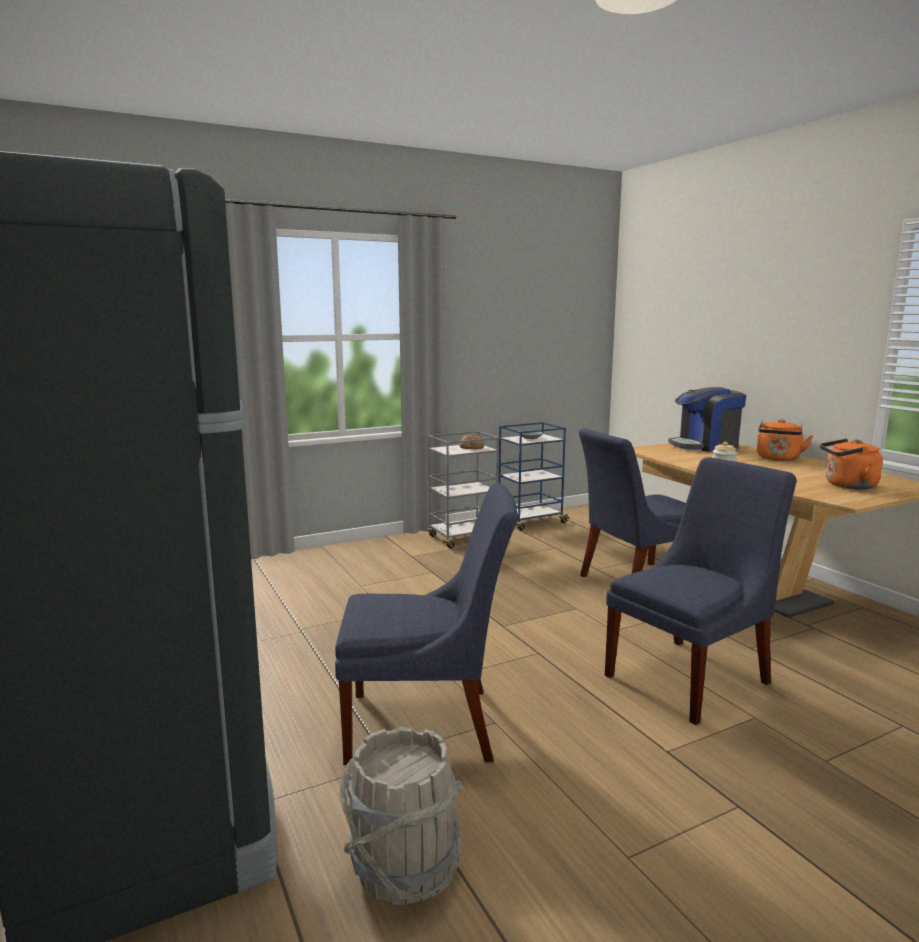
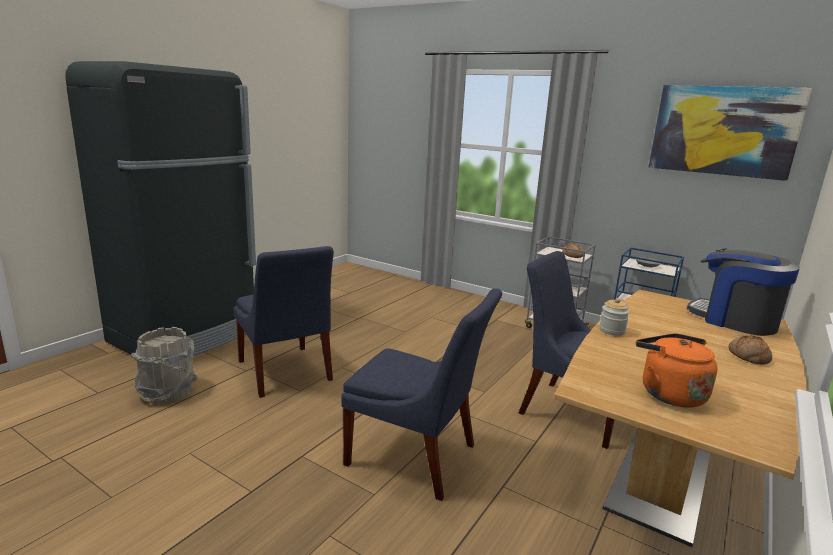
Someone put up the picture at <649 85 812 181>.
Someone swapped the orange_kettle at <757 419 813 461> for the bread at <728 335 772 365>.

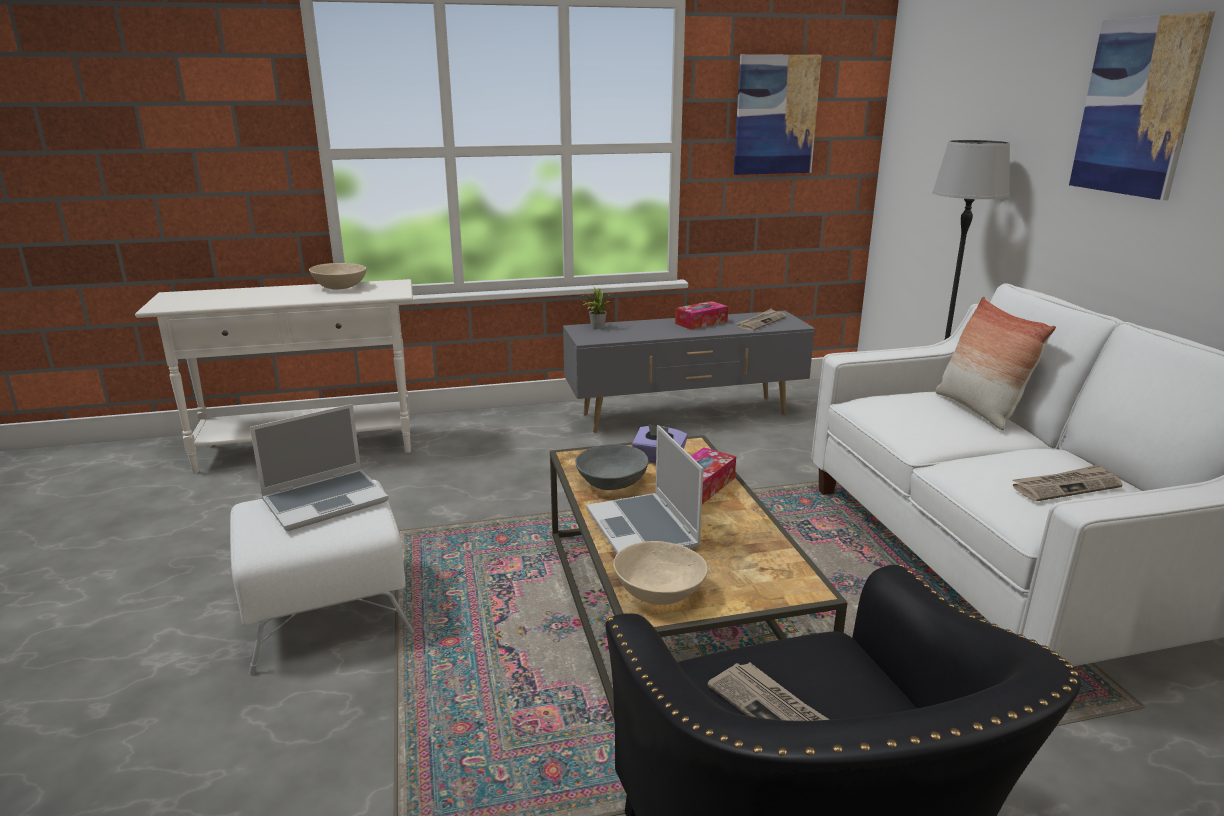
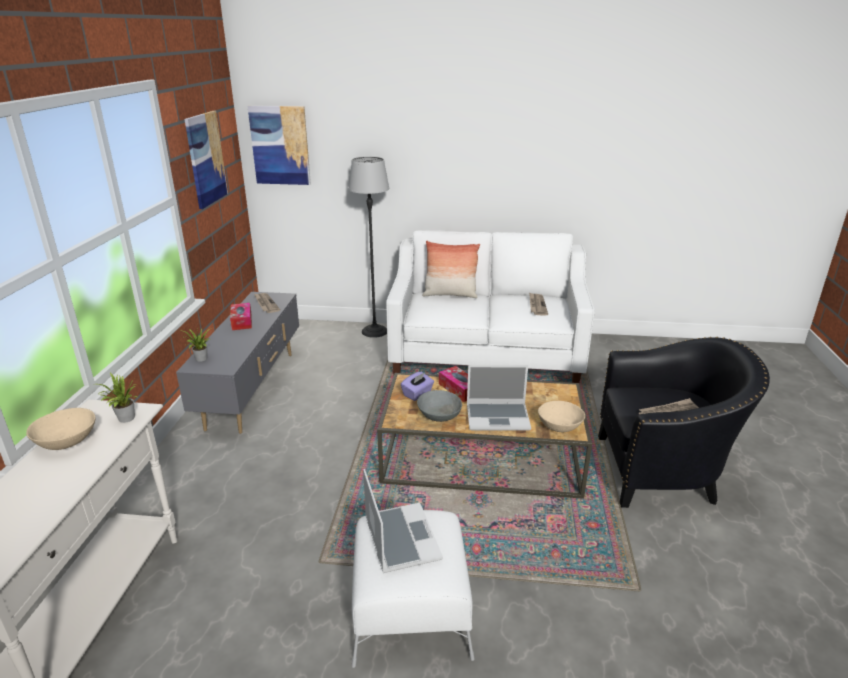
Someone put down the potted_plant at <98 373 138 423>.
Someone carried the picture from <1069 11 1215 200> to <248 106 311 185>.

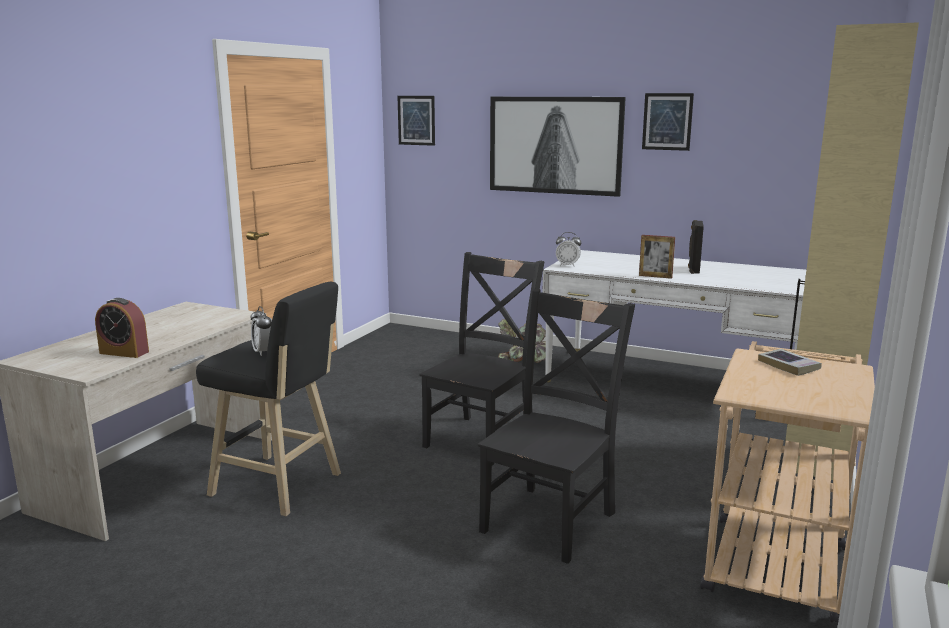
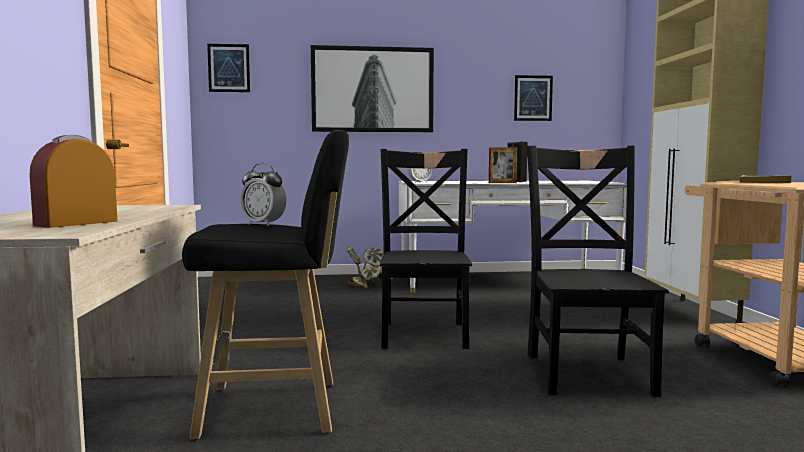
Someone rotated the alarm_clock at <95 298 149 358> by 135 degrees clockwise.
Someone carried the picture from <642 93 694 151> to <514 75 553 121>.

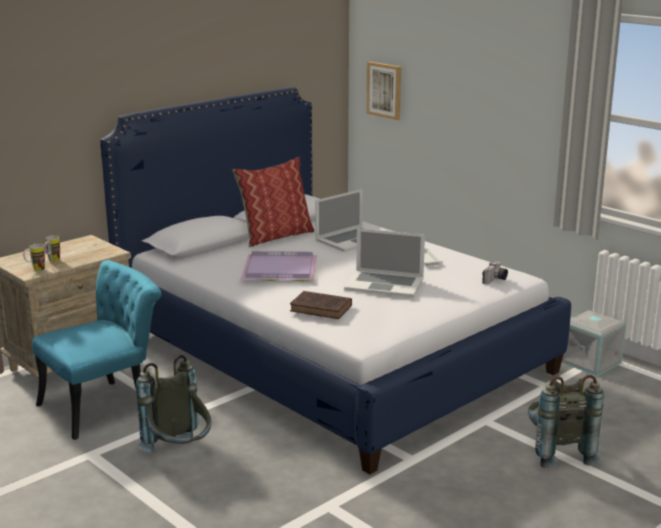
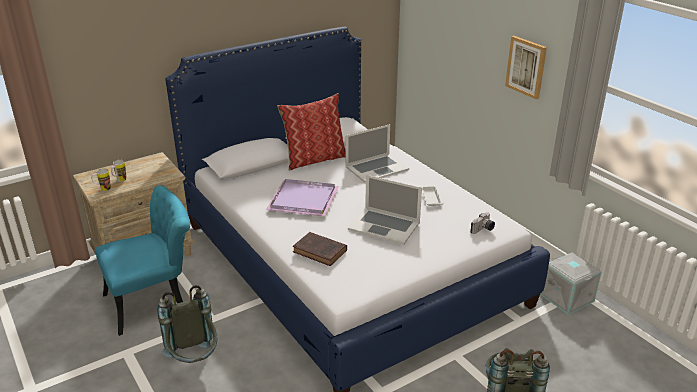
Someone carried the picture from <366 62 401 120> to <505 36 547 99>.

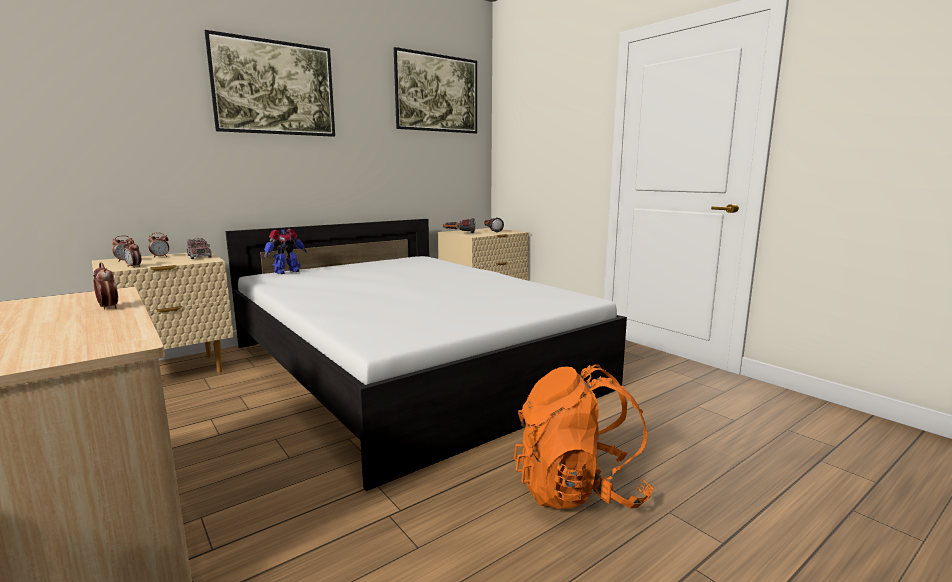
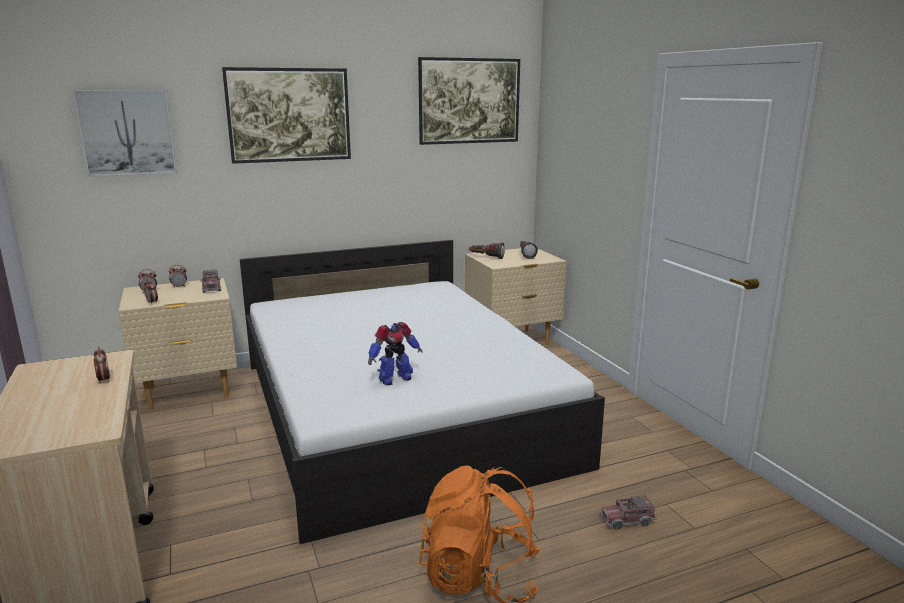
Someone put up the picture at <73 90 177 177>.
Someone carried the toy_robot from <264 229 307 274> to <368 322 423 385>.
Someone put down the toy_truck at <600 495 657 530>.

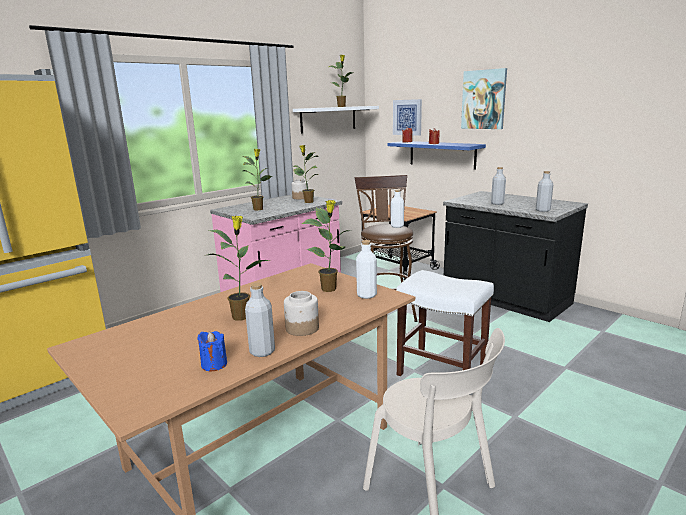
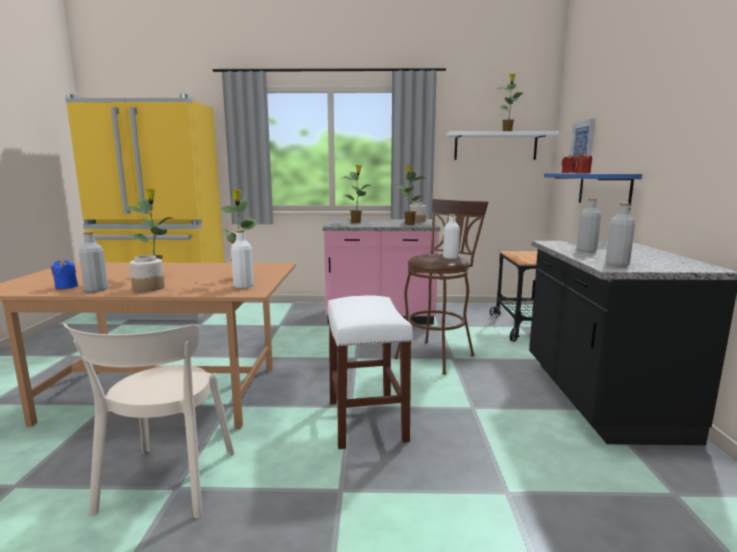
Someone took away the picture at <461 68 507 129>.

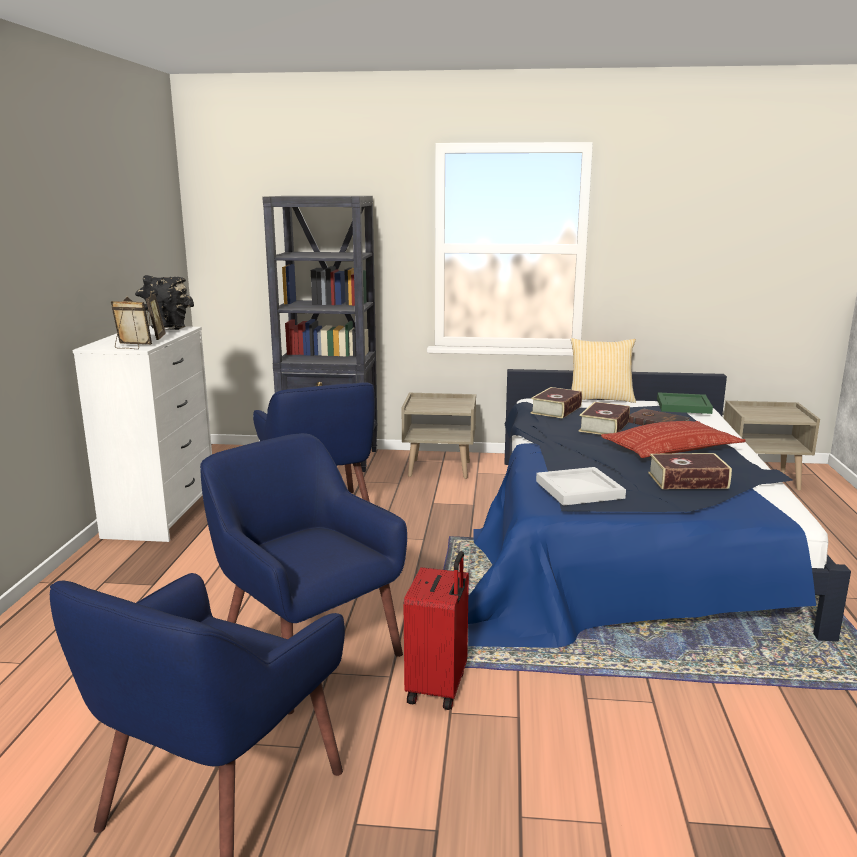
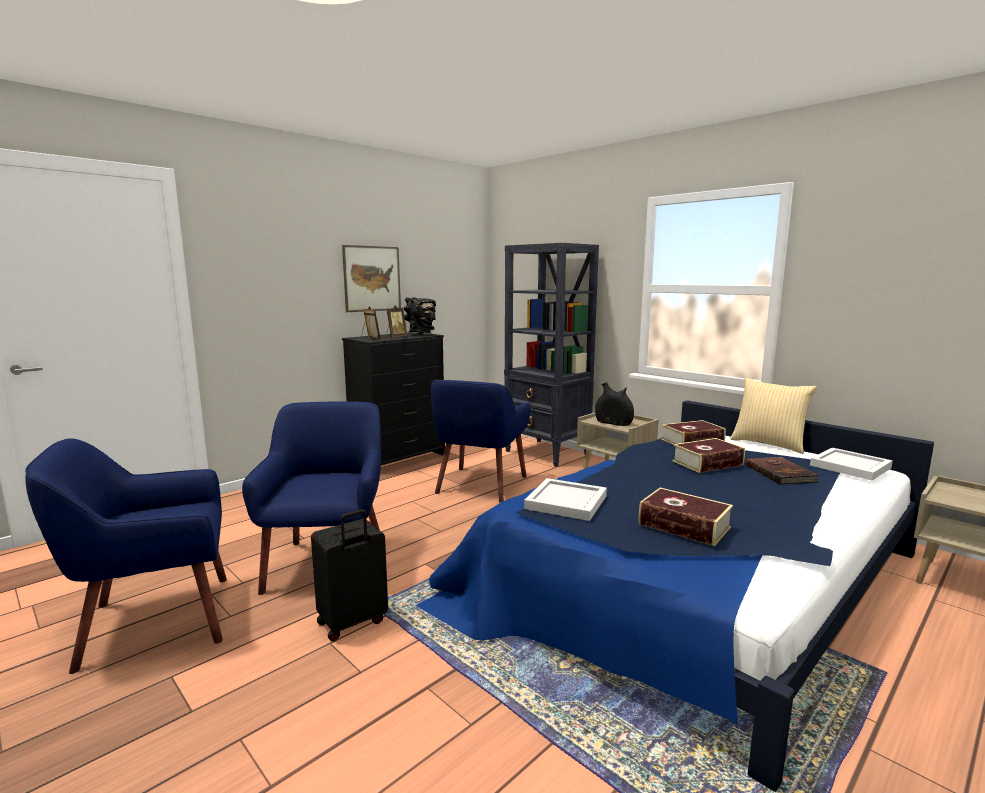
Someone repainted the red_suitcase at <403 551 469 710>, which became the black_suitcase at <311 509 388 641>.
Someone put up the picture at <342 245 401 312>.
Someone repainted the white_dresser at <73 326 212 542>, which became the black_dresser at <342 332 445 465>.
Someone put down the black_vase at <595 382 634 426>.
Someone repainted the green_tray at <657 392 713 414>, which became the white_tray at <810 448 893 481>.
Someone took away the pillow at <601 421 745 458>.

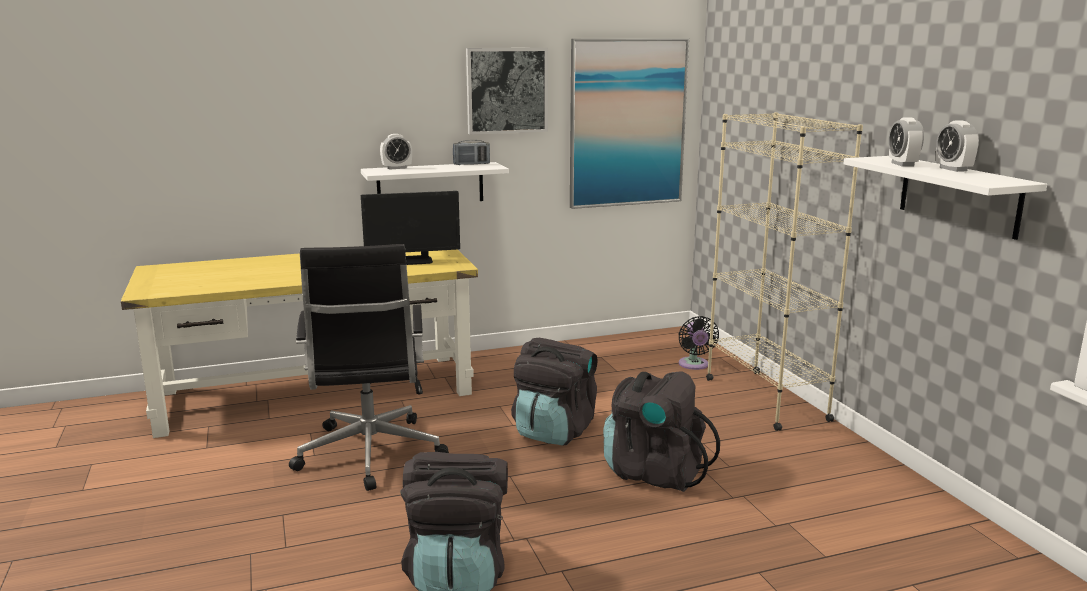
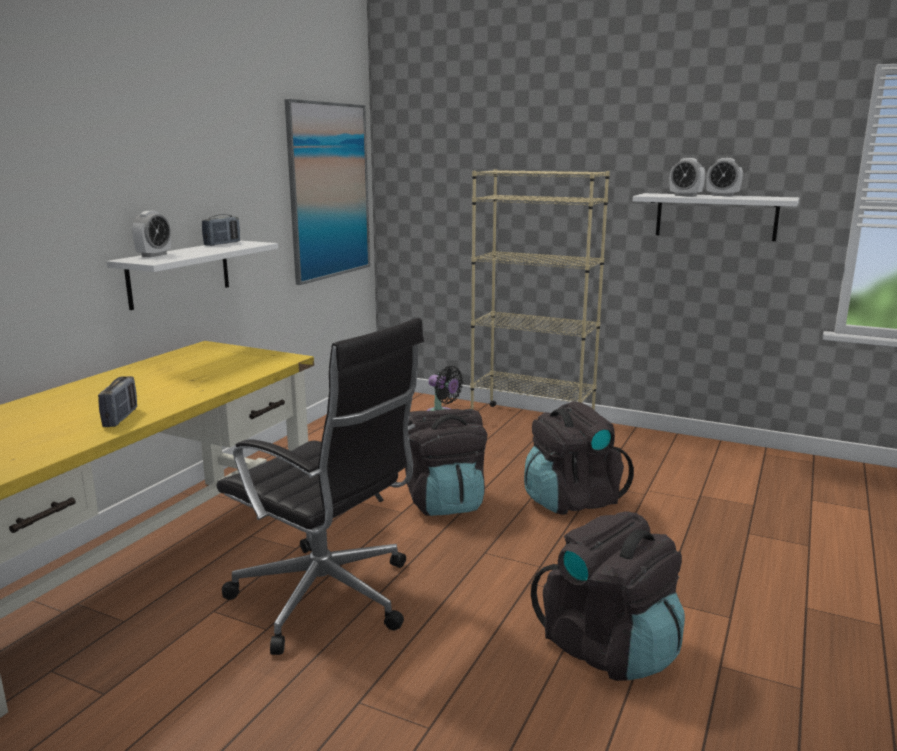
Someone put down the radio at <98 376 137 427>.
Someone took away the monitor at <361 191 460 265>.
Someone took away the picture at <466 48 548 135>.

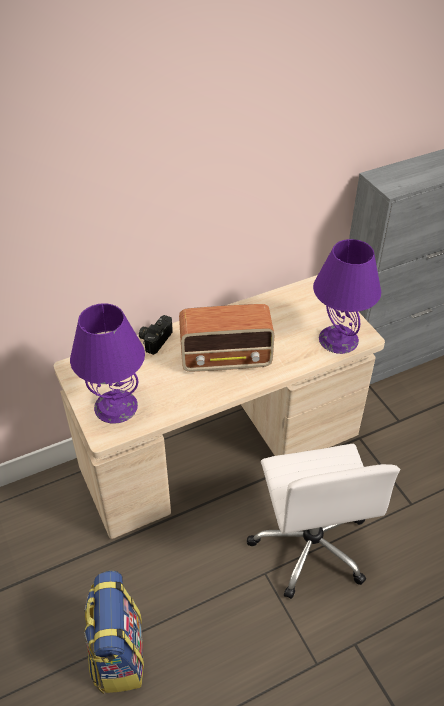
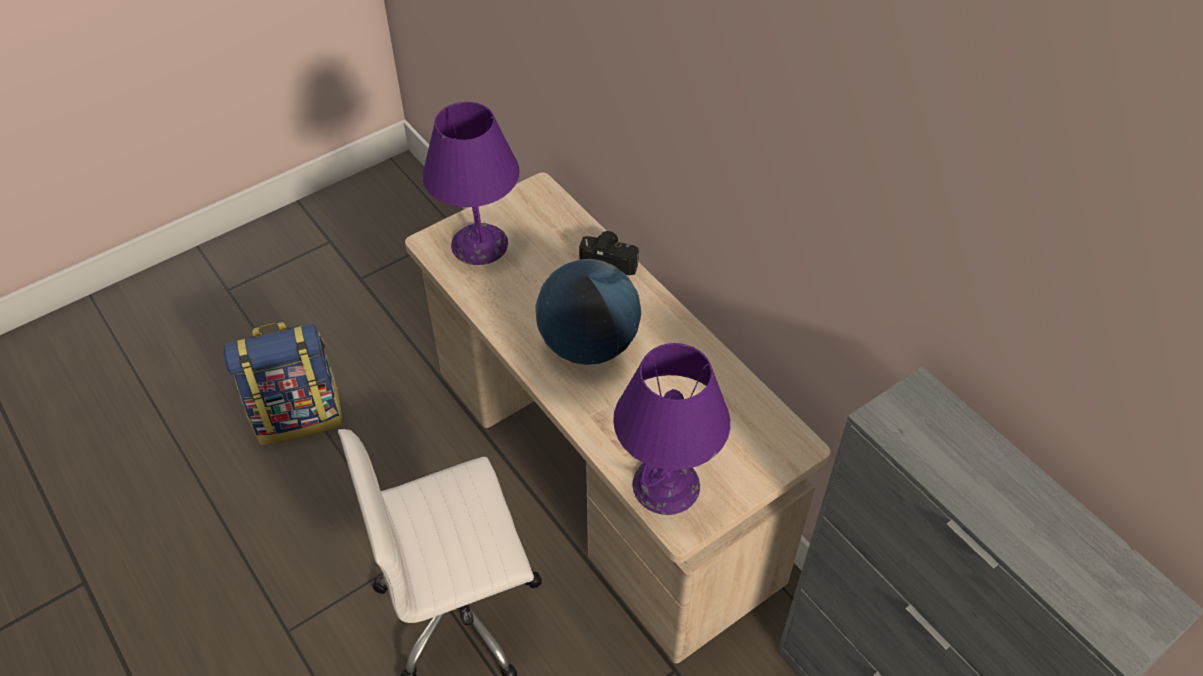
Someone swapped the radio at <179 304 275 372> for the globe at <535 259 641 365>.

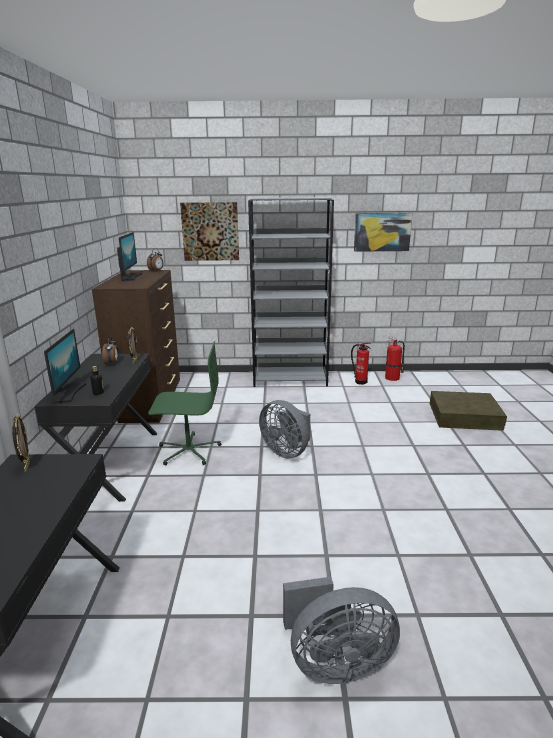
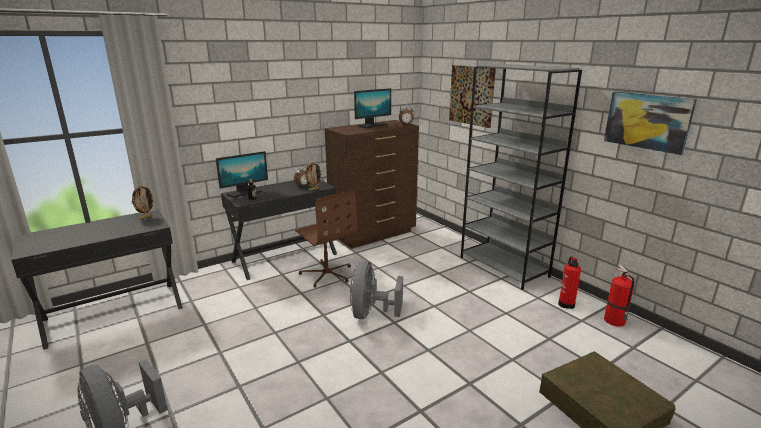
Someone repainted the green_office_chair at <148 341 221 466>, which became the brown_office_chair at <295 191 357 288>.

